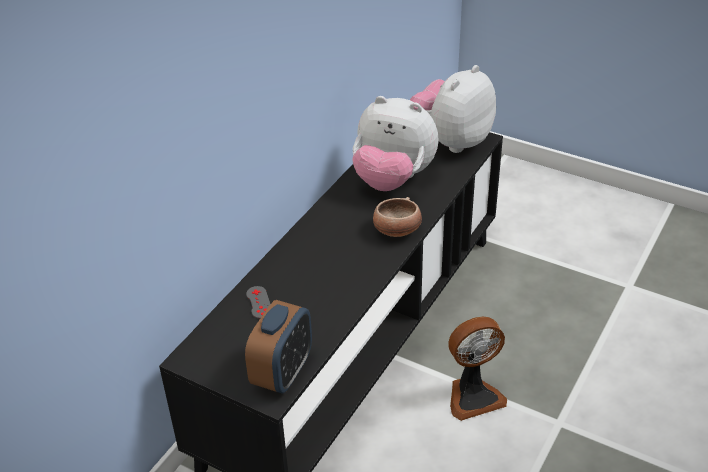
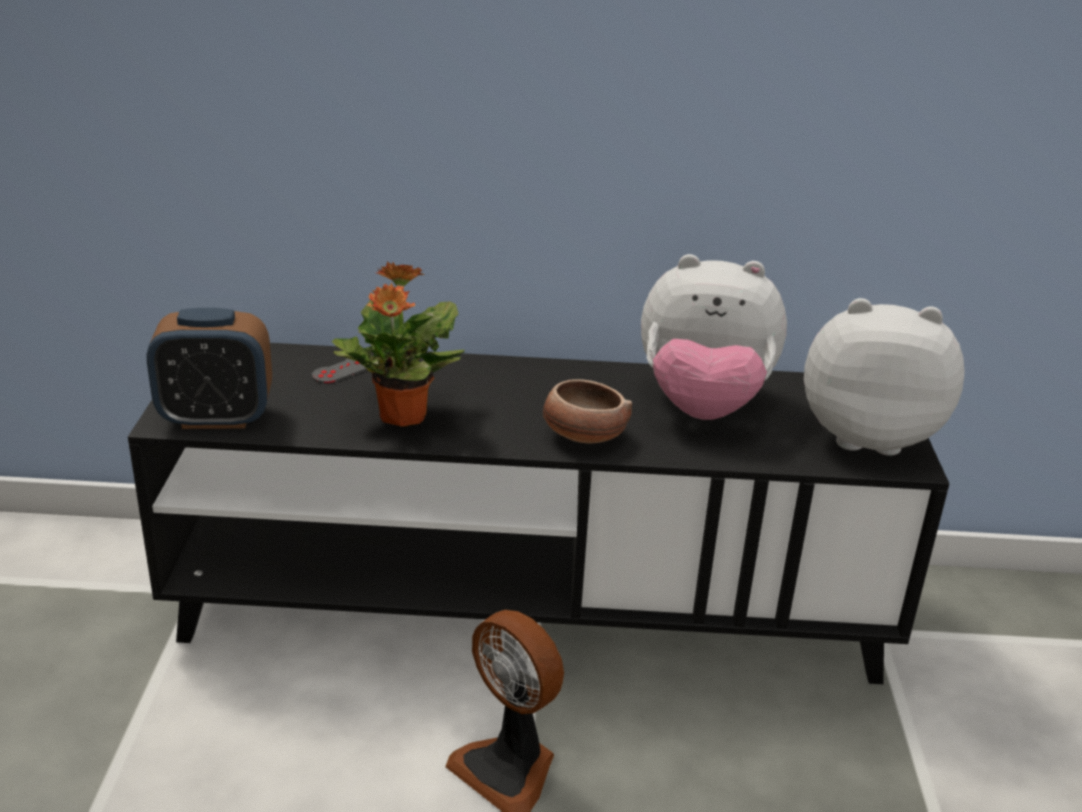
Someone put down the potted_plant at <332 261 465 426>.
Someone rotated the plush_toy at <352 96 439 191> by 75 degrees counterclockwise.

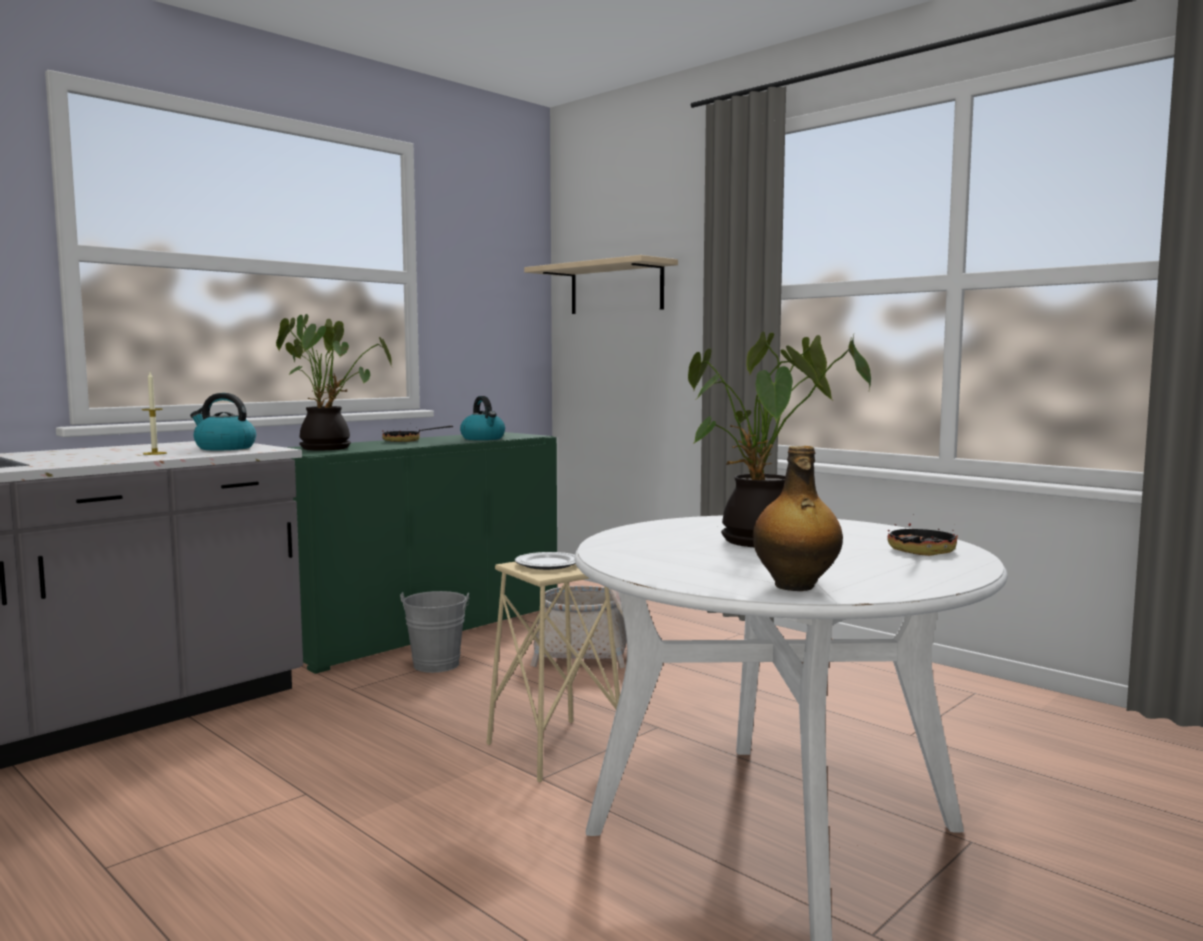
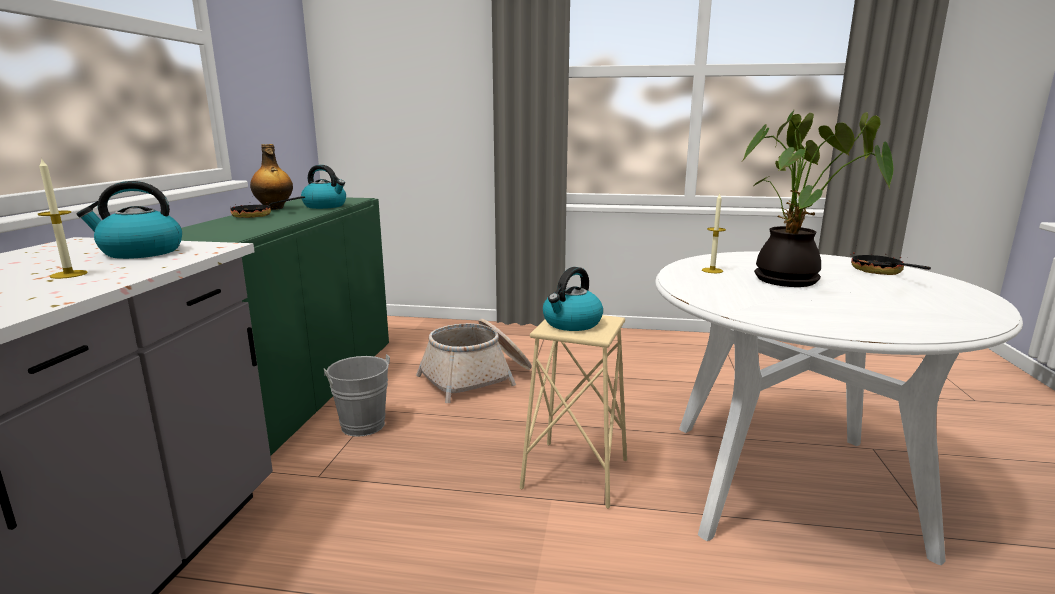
Someone carried the bottle from <753 446 843 591> to <250 144 293 210>.
Someone swapped the plate at <515 552 576 570> for the kettle at <543 267 603 331>.
Someone put down the candle at <702 194 726 273>.
Someone took away the potted_plant at <276 314 392 450>.
Someone took away the beige_shelf at <524 255 678 314>.

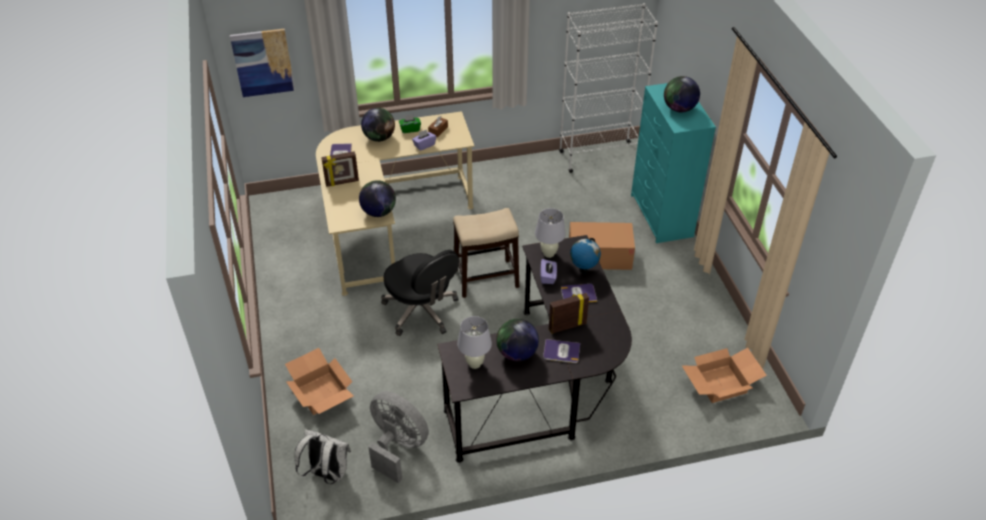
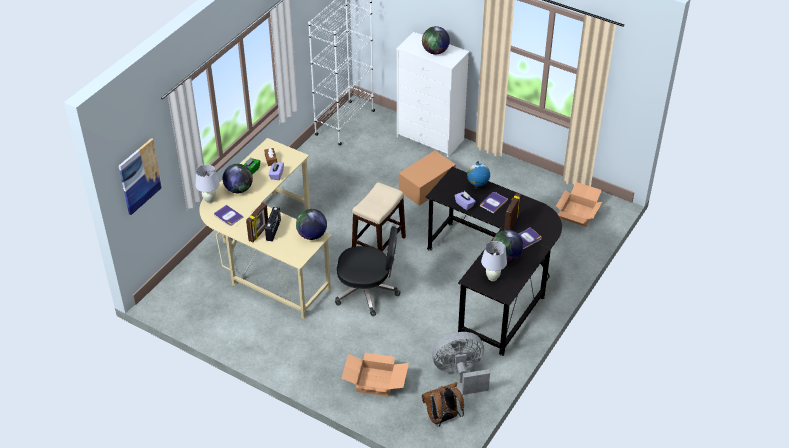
Someone carried the white_table_lamp from <535 208 566 258> to <195 164 220 203>.
Someone put down the radio at <265 207 281 241>.
Someone repainted the turquoise_dresser at <631 83 716 243>, which became the white_dresser at <396 32 469 157>.
Someone repainted the white_backpack at <295 429 351 484>, which became the brown_backpack at <422 382 464 427>.

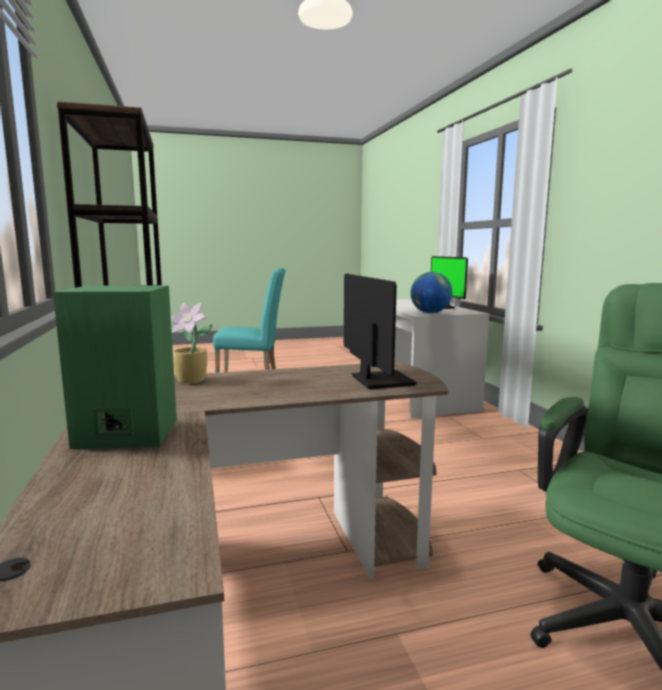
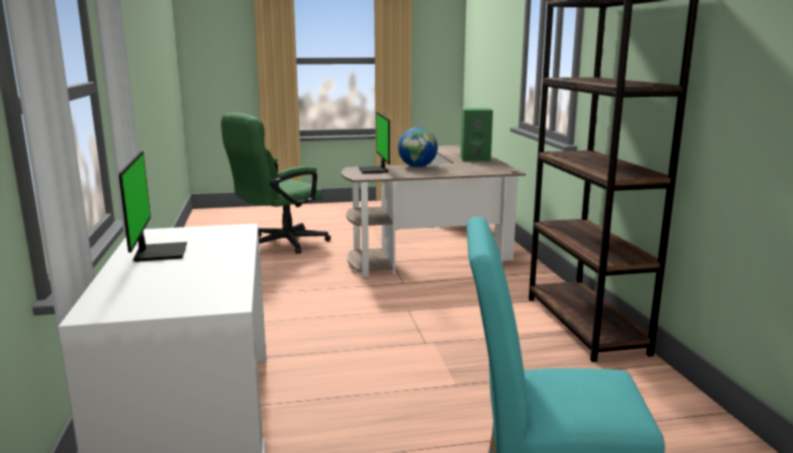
Someone carried the globe from <411 272 452 313> to <398 127 438 167>.
Someone took away the potted_plant at <171 303 212 384>.

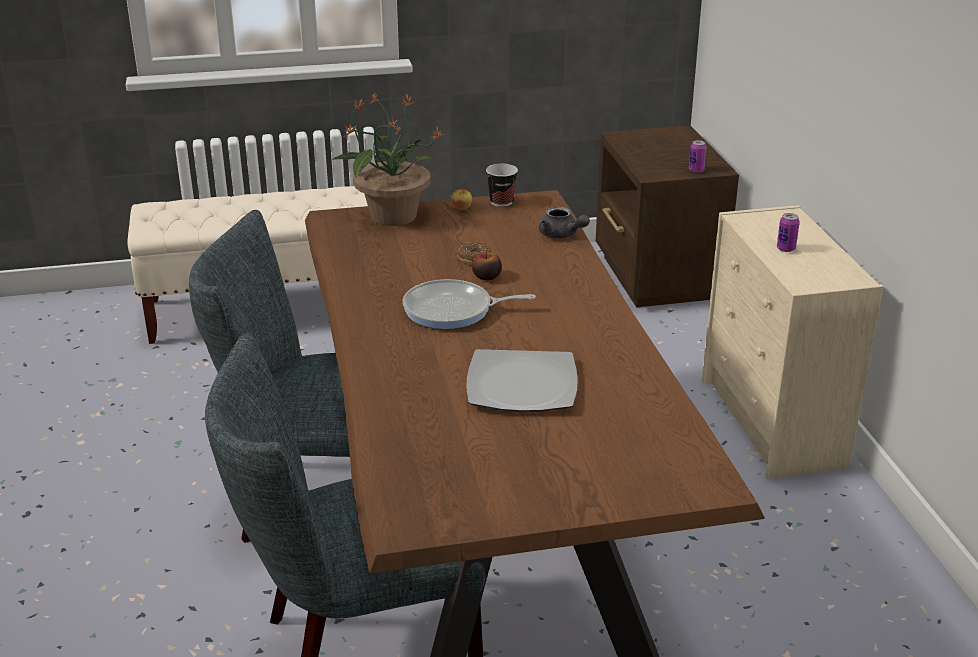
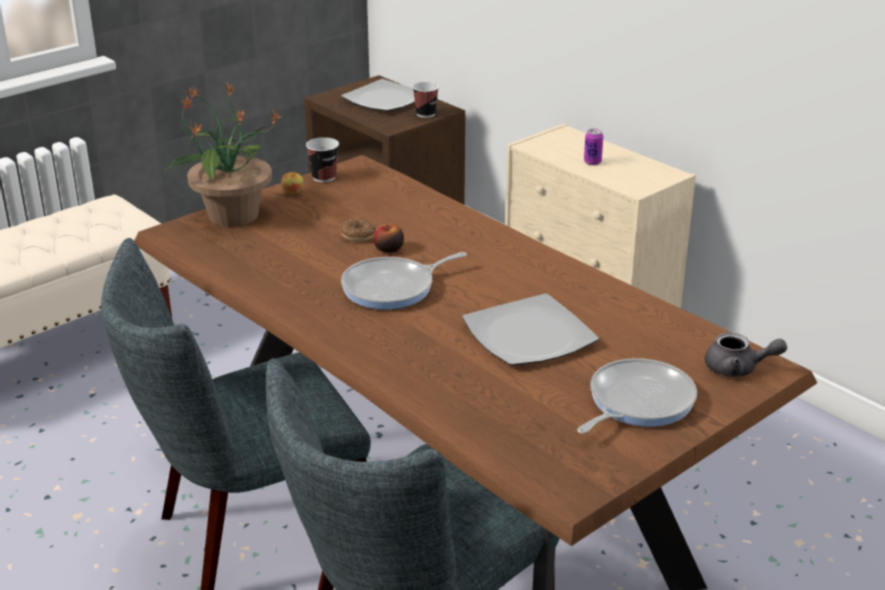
Someone put down the plate at <341 79 415 112>.
Someone swapped the can at <689 140 706 173> for the cup at <412 82 439 118>.
Someone put down the frying_pan at <577 358 697 434>.
Someone carried the grey_teapot from <539 207 590 239> to <705 332 787 377>.

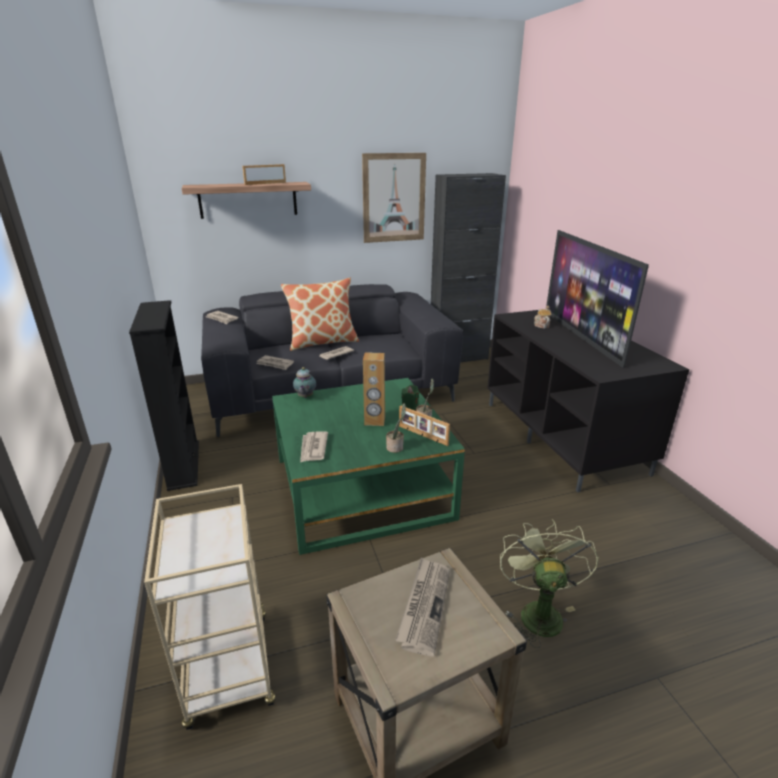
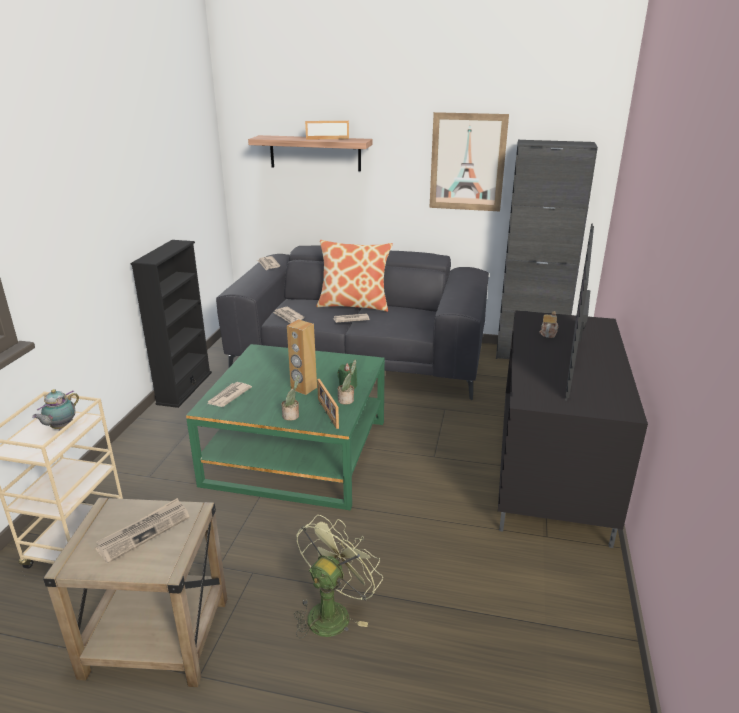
Someone carried the teapot from <293 367 316 398> to <32 389 79 429>.

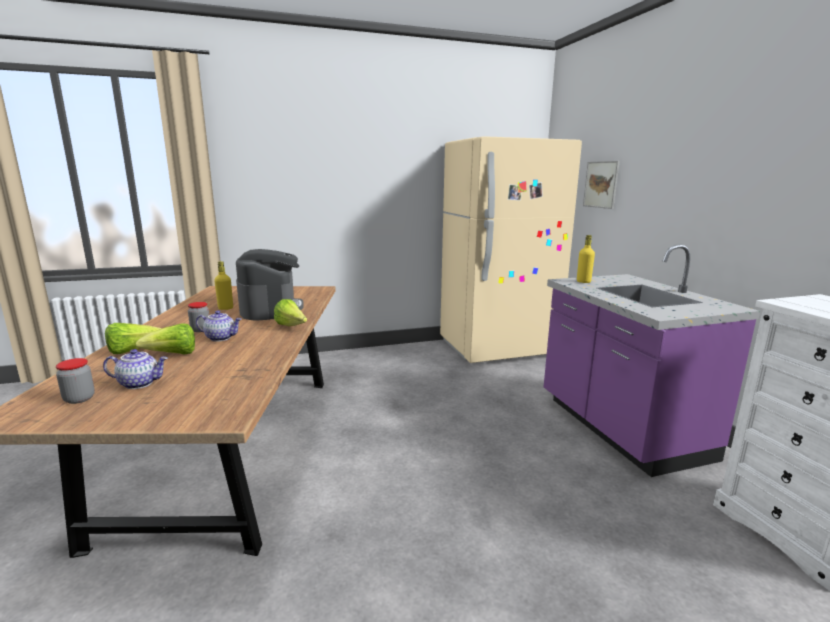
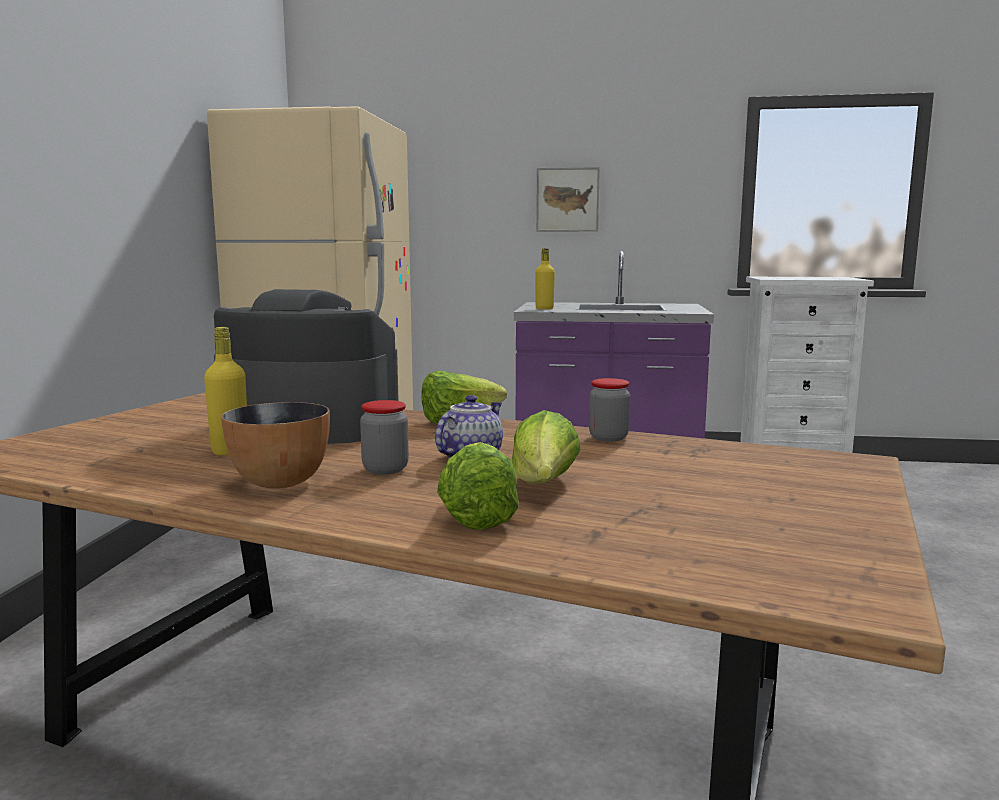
Someone put down the bowl at <221 402 330 489>.
Someone carried the picture from <583 161 620 209> to <536 167 600 232>.
Someone carried the jar from <56 358 95 404> to <589 378 630 441>.
Someone took away the teapot at <103 349 168 389>.

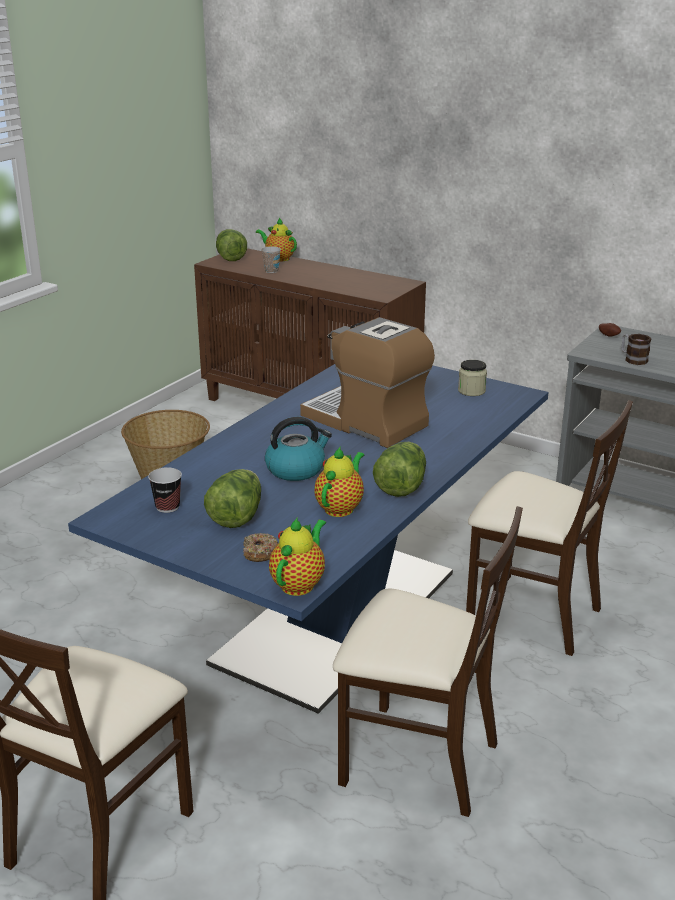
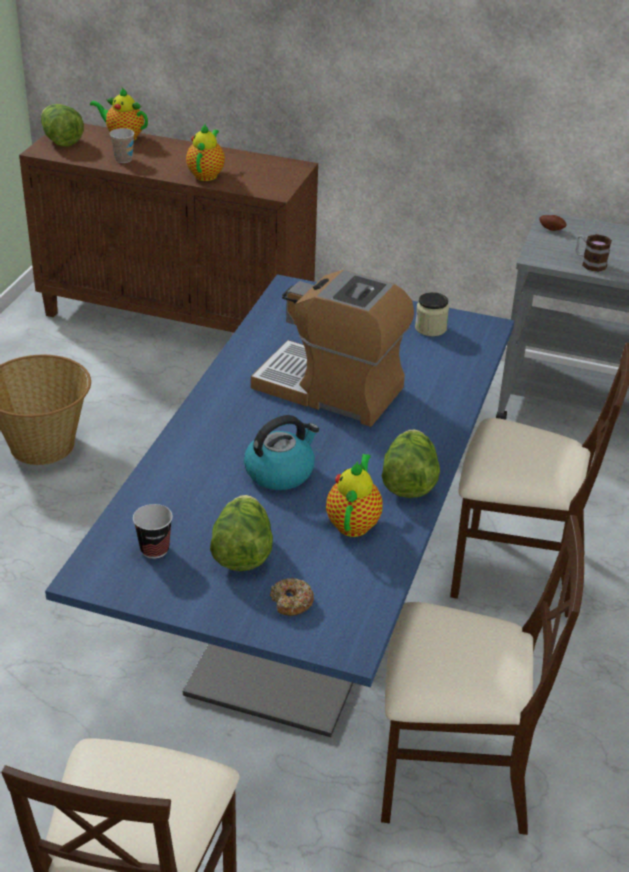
Someone carried the teapot from <269 517 326 596> to <186 124 225 181>.

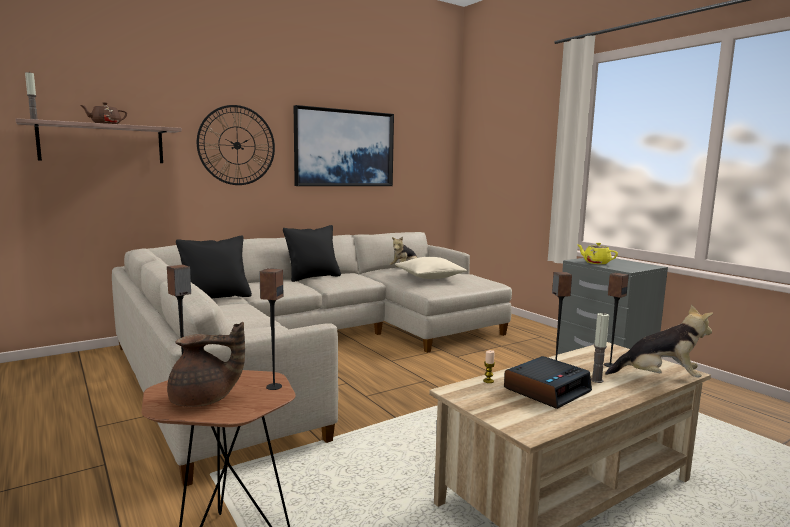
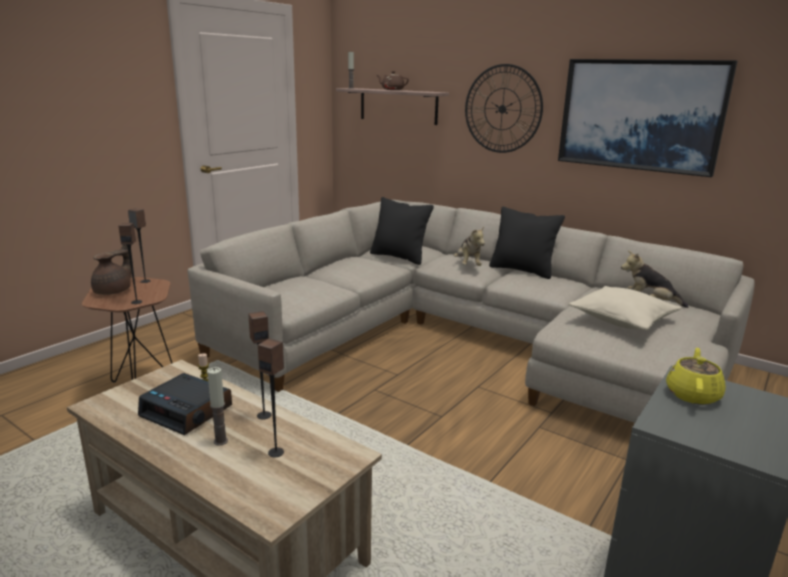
Someone rotated the brown_teapot at <167 322 245 407> by 120 degrees counterclockwise.
Someone carried the plush_toy from <605 305 713 378> to <453 227 485 266>.

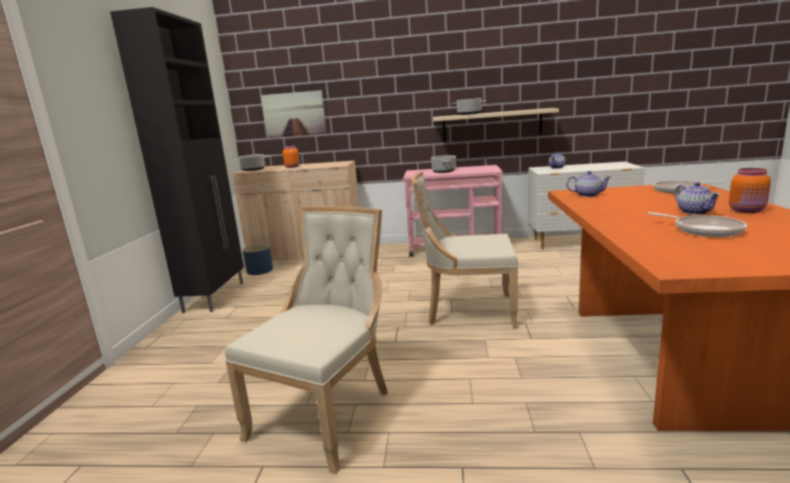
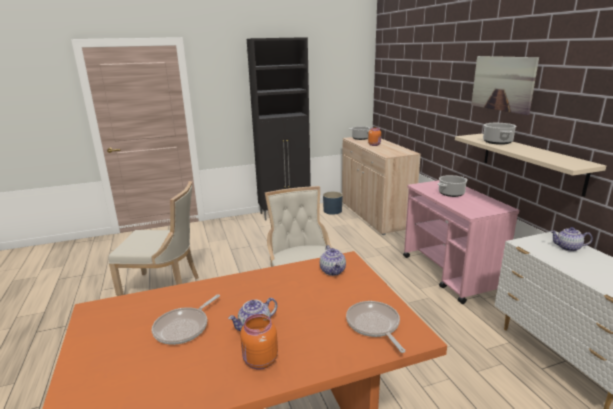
Someone carried the picture from <261 90 327 138> to <471 56 539 115>.

